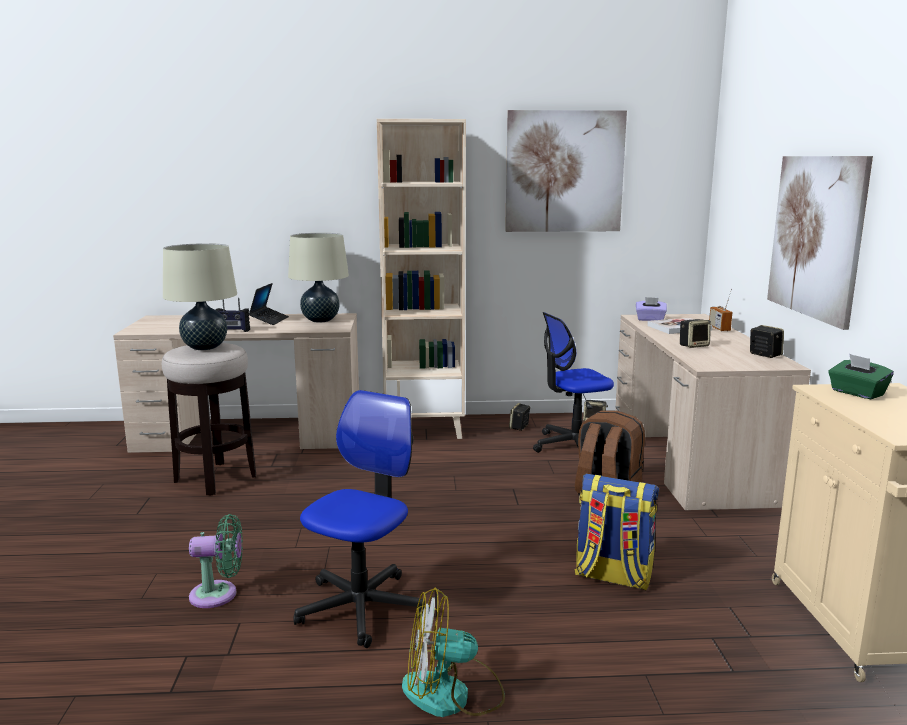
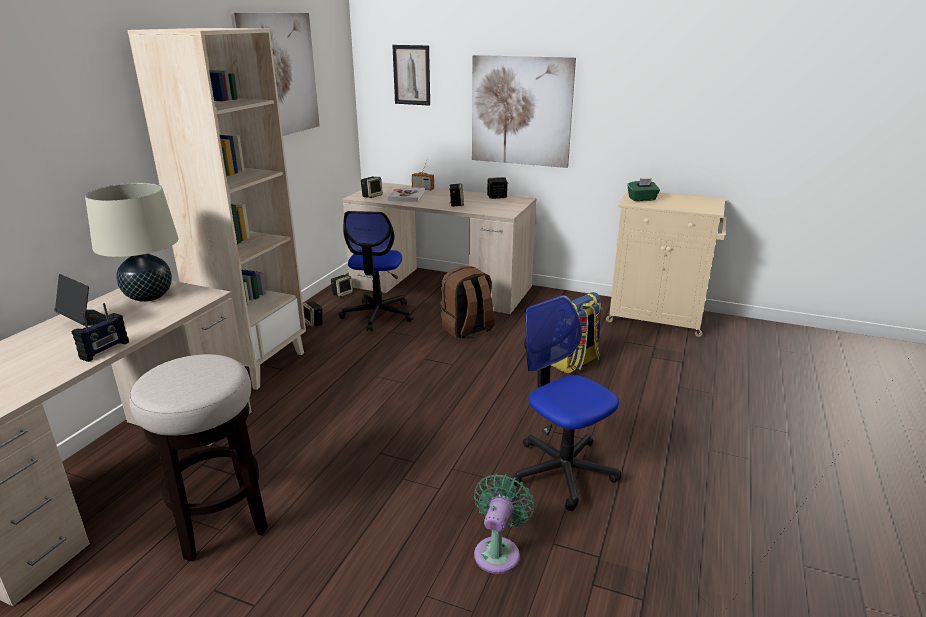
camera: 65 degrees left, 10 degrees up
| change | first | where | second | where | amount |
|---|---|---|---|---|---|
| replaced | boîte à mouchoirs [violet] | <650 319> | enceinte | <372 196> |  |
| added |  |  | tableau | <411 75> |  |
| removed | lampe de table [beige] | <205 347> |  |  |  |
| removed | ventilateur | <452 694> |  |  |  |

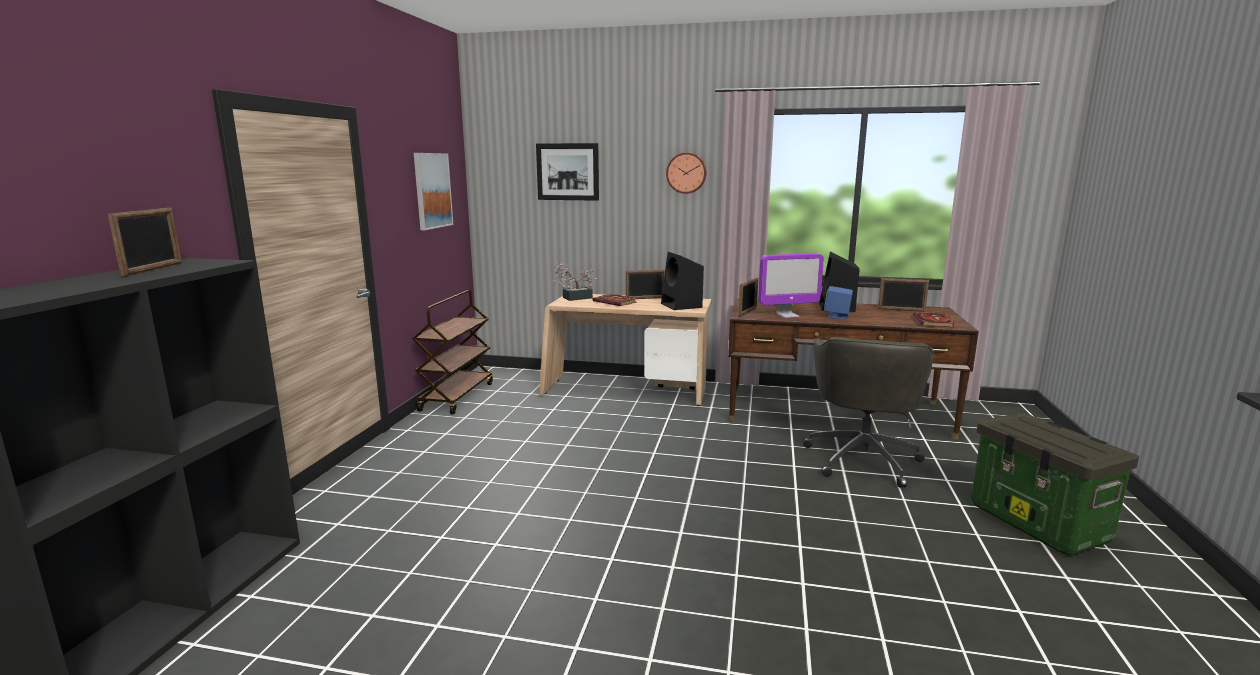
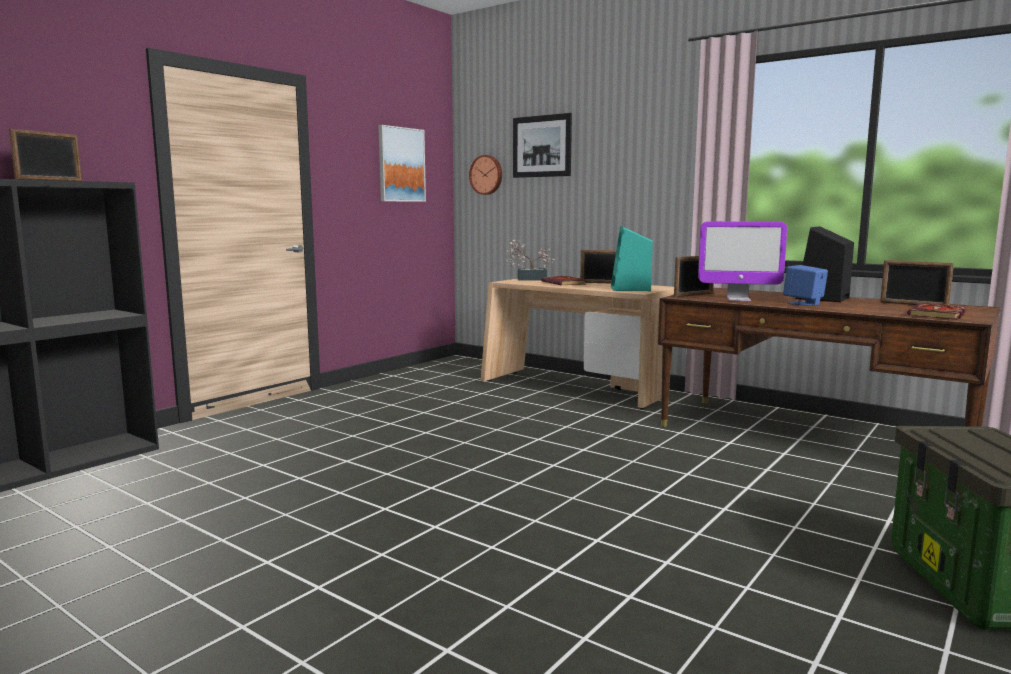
camera: 25 degrees right, 5 degrees down
| change | first | where | second | where | amount |
|---|---|---|---|---|---|
| moved | horloge murale | <686 173> |  | <486 175> |  |
| recoloured | enceinte [noir] | <682 306> | enceinte [turquoise] | <630 289> |  |
| removed | chariot [marron] | <457 396> |  |  |  |
| removed | chaise de bureau [gris] | <862 458> |  |  |  |

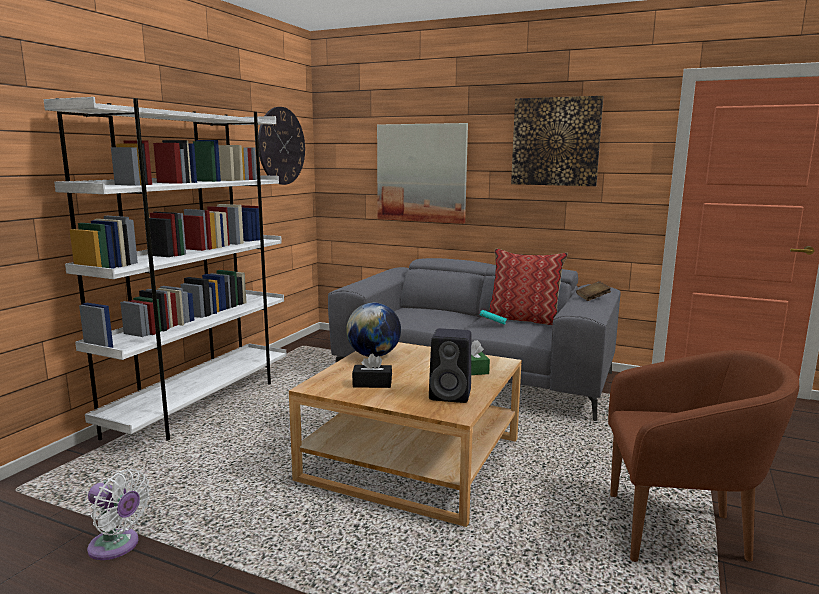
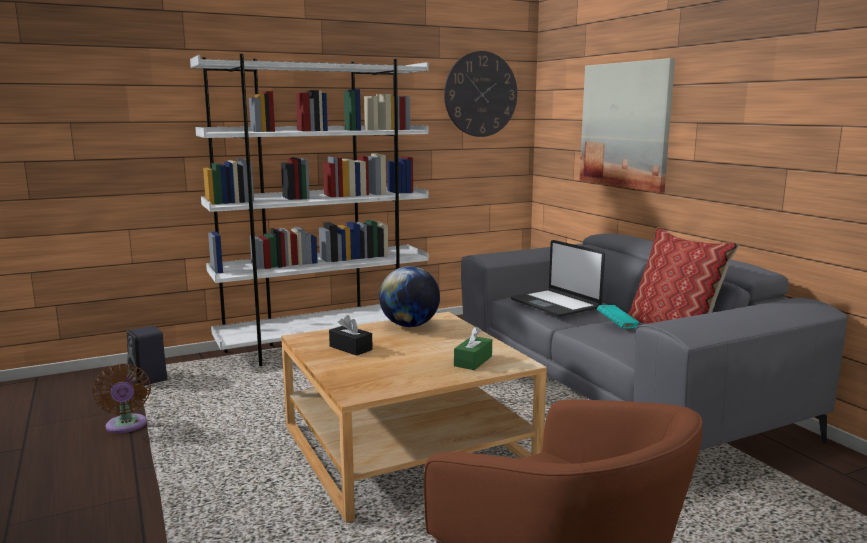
camera: 40 degrees right, 0 degrees up
| change | first | where | second | where | amount |
|---|---|---|---|---|---|
| recoloured | ventilateur [blanc] | <117 546> | ventilateur [marron] | <126 426> |  |
| moved | enceinte [noir] | <451 395> |  | <149 380> |  |
| added |  |  | ordinateur portable | <556 304> |  |
| removed | tableau | <555 142> |  |  |  |
| removed | livre [marron] | <593 298> |  |  |  |

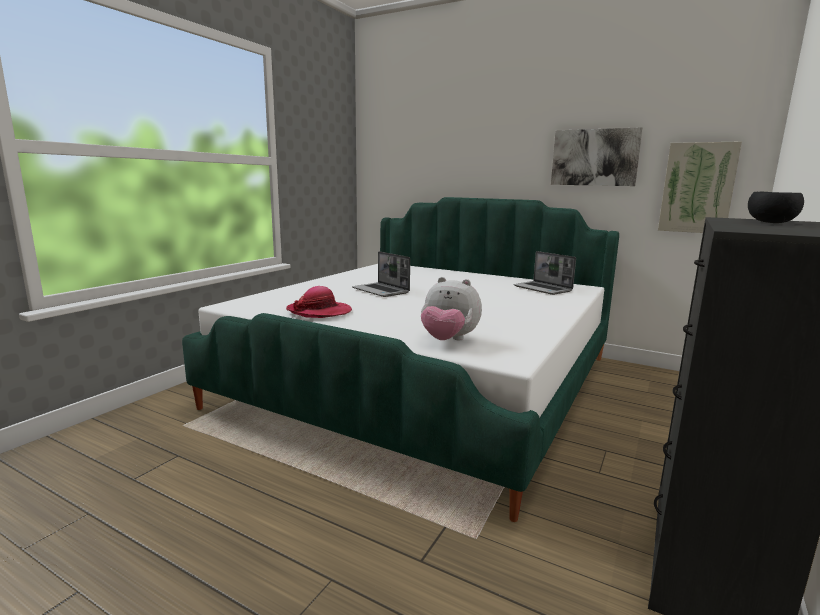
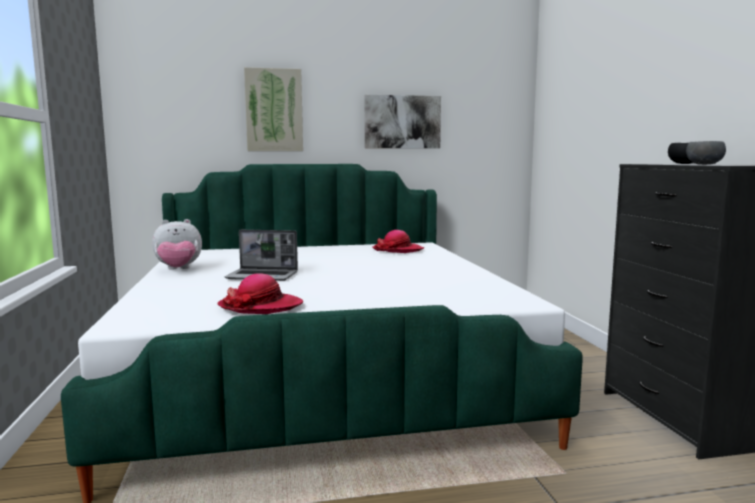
camera: 40 degrees left, 5 degrees down
| change | first | where | second | where | amount |
|---|---|---|---|---|---|
| moved | peluche | <448 340> |  | <178 269> |  |
| moved | tableau | <697 188> |  | <274 110> |  |
| replaced | ordinateur portable | <543 289> | chapeau | <397 250> |  |
| added |  |  | bol [gris] | <703 164> |  |

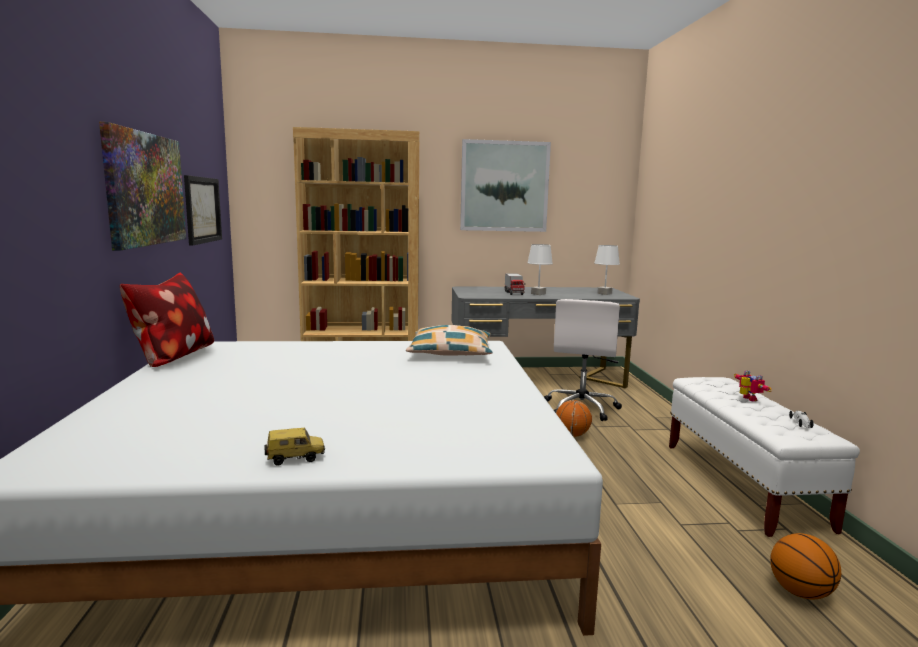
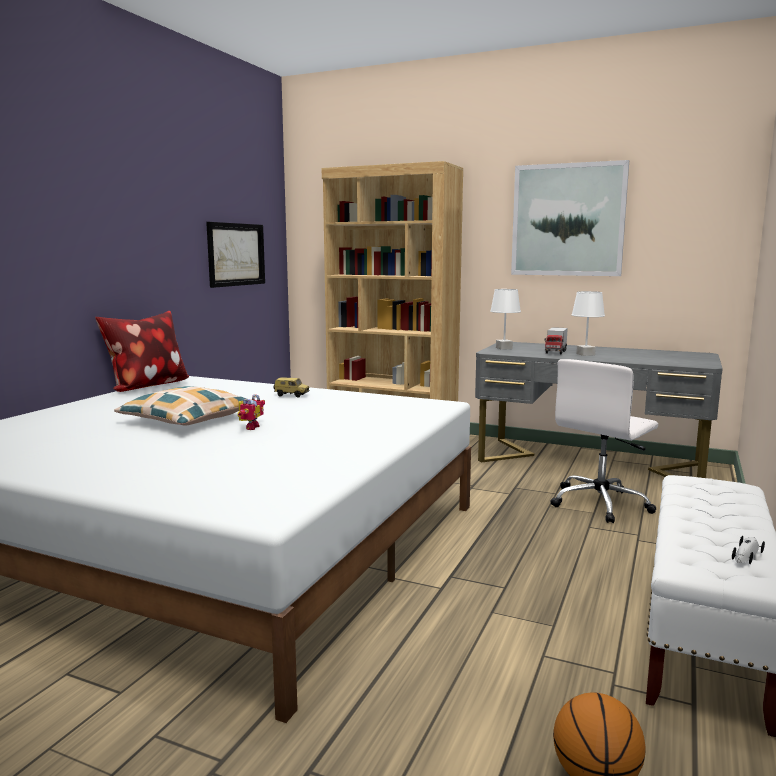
camera: 30 degrees right, 0 degrees up
| change | first | where | second | where | amount |
|---|---|---|---|---|---|
| moved | coussin | <450 352> |  | <187 420> |  |
| moved | robot jouet | <747 399> |  | <249 427> |  |
| moved | petite voiture | <295 458> |  | <292 395> |  |
| moved | lampe de table [blanc] | <604 293> |  | <503 348> |  |
| removed | tableau | <146 189> |  |  |  |
| removed | ballon de basket | <572 435> |  |  |  |

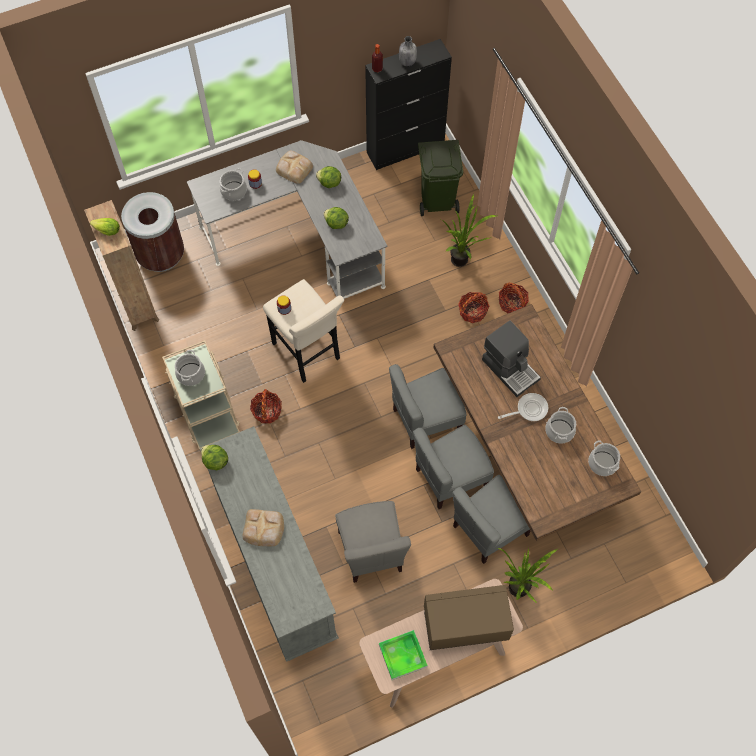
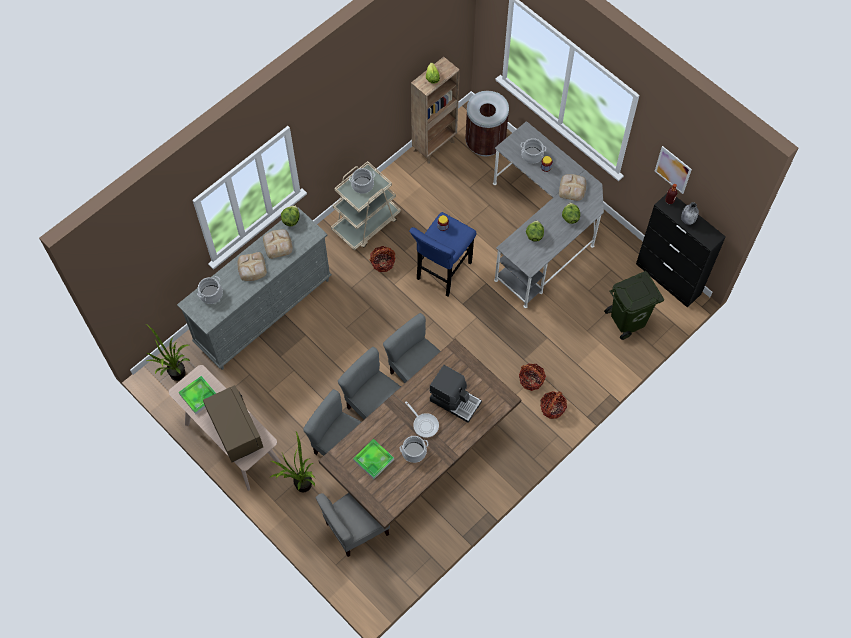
camera: 70 degrees right, 0 degrees up
| change | first | where | second | where | amount |
|---|---|---|---|---|---|
| moved | plante en pot | <462 262> |  | <176 377> |  |
| moved | marmite | <602 463> |  | <211 294> |  |
| added |  |  | pain | <278 244> |  |
| moved | chaise [gris] | <371 551> |  | <356 528> |  |
| added |  |  | plateau | <373 460> |  |
| recoloured | tabouret [beige] | <307 354> | tabouret [bleu] | <442 273> |  |
| turned | machine à café | <510 368> |  | <455 400> | 90 degrees counterclockwise |
| added |  |  | tableau | <673 169> |  |

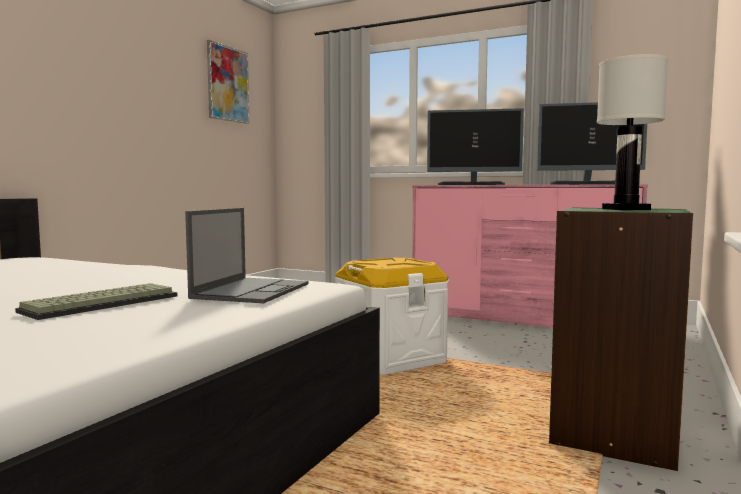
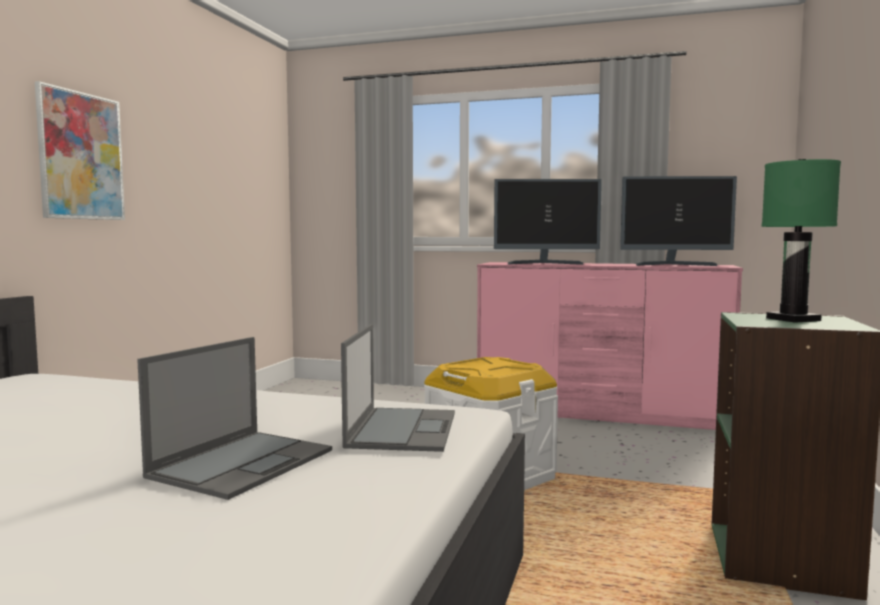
camera: 10 degrees left, 0 degrees up
| change | first | where | second | where | amount |
|---|---|---|---|---|---|
| moved | tableau | <227 84> |  | <81 156> |  |
| replaced | clavier | <102 303> | ordinateur portable | <243 463> |  |
| recoloured | lampe de table [blanc] | <625 209> | lampe de table [vert] | <793 319> |  |

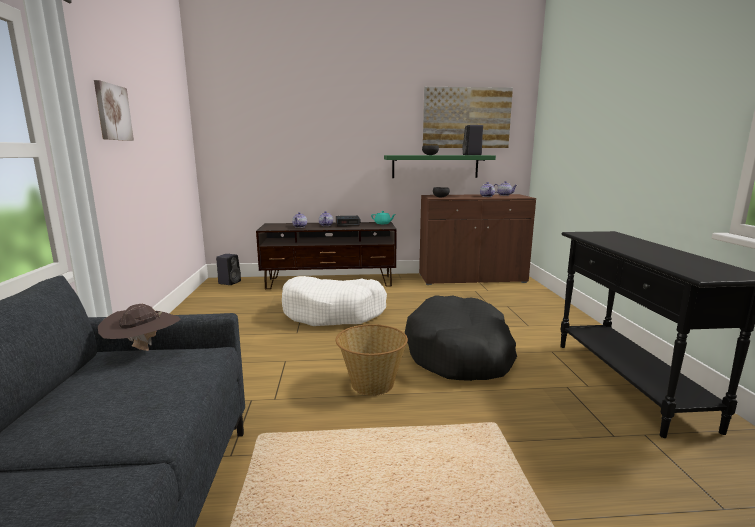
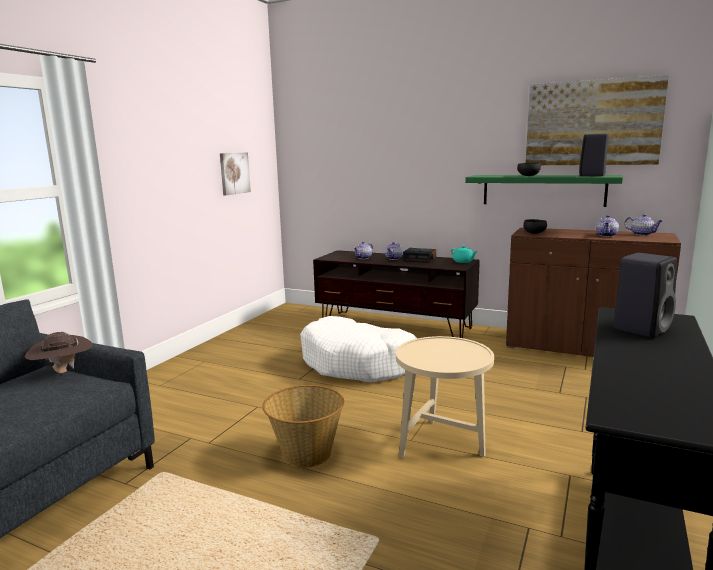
camera: 30 degrees right, 0 degrees up
| change | first | where | second | where | amount |
|---|---|---|---|---|---|
| moved | tableau | <112 112> |  | <234 173> |  |
| replaced | panier pour chien [noir] | <460 353> | table d'appoint [beige] | <442 444> |  |
| moved | enceinte [noir] | <230 282> |  | <641 328> |  |

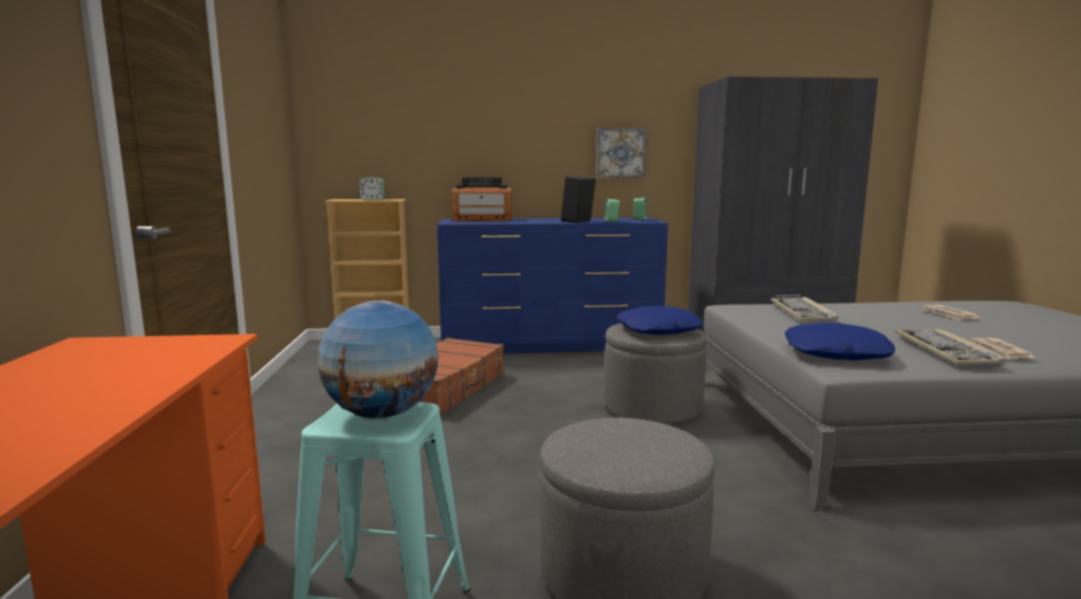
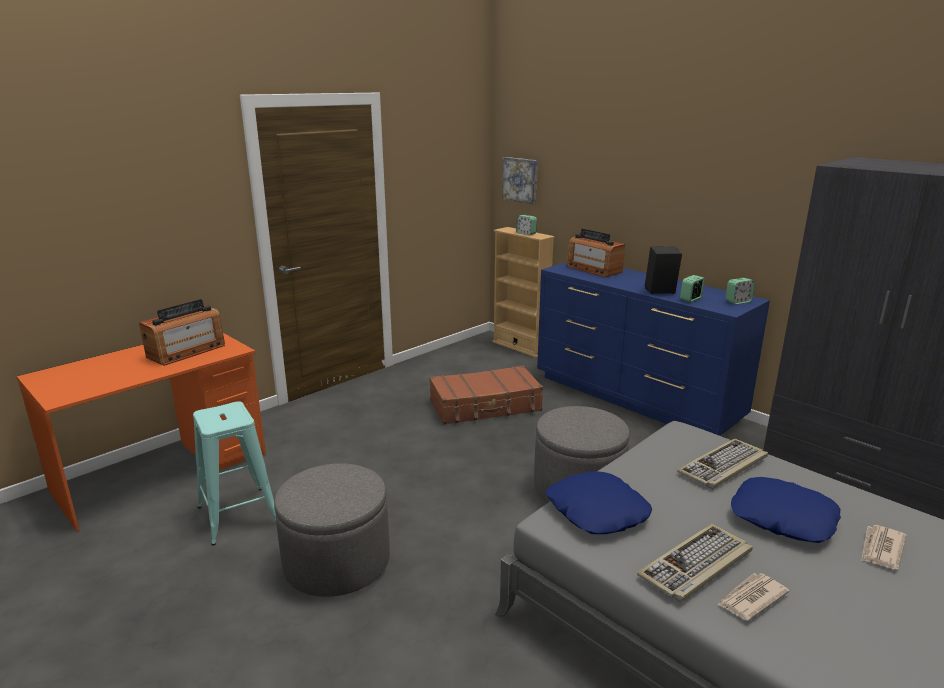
camera: 50 degrees right, 10 degrees up
| change | first | where | second | where | amount |
|---|---|---|---|---|---|
| added |  |  | radio | <186 351> |  |
| moved | tableau | <620 153> |  | <521 180> |  |
| moved | coussin [bleu] | <658 330> |  | <782 518> |  |
| removed | globe | <381 414> |  |  |  |

